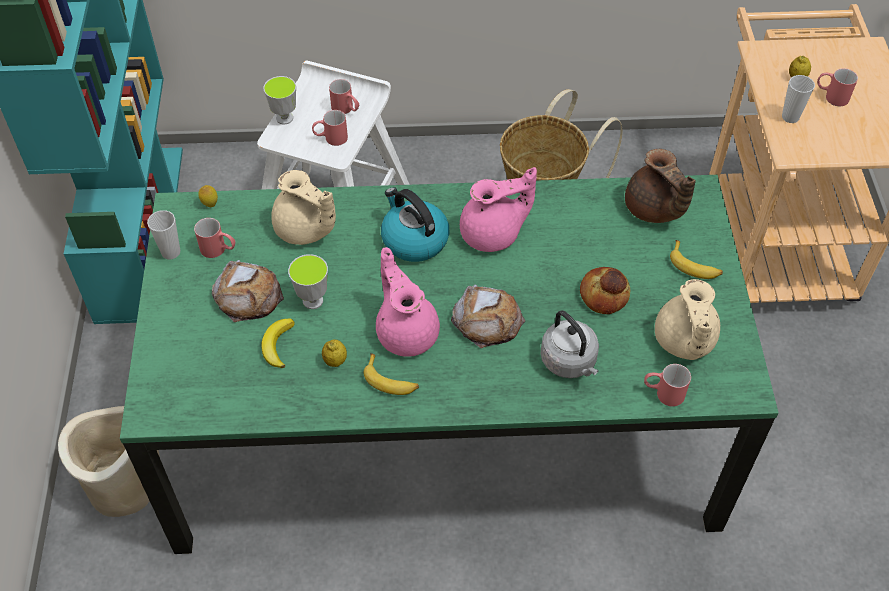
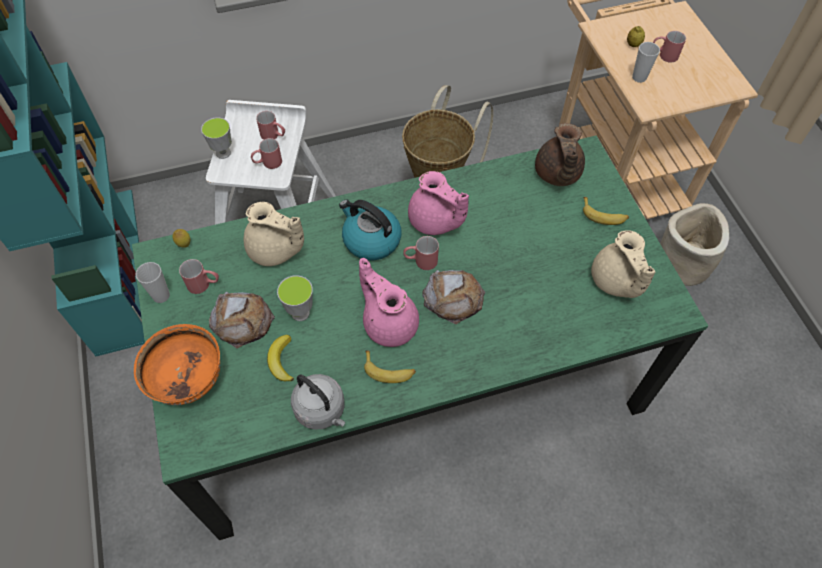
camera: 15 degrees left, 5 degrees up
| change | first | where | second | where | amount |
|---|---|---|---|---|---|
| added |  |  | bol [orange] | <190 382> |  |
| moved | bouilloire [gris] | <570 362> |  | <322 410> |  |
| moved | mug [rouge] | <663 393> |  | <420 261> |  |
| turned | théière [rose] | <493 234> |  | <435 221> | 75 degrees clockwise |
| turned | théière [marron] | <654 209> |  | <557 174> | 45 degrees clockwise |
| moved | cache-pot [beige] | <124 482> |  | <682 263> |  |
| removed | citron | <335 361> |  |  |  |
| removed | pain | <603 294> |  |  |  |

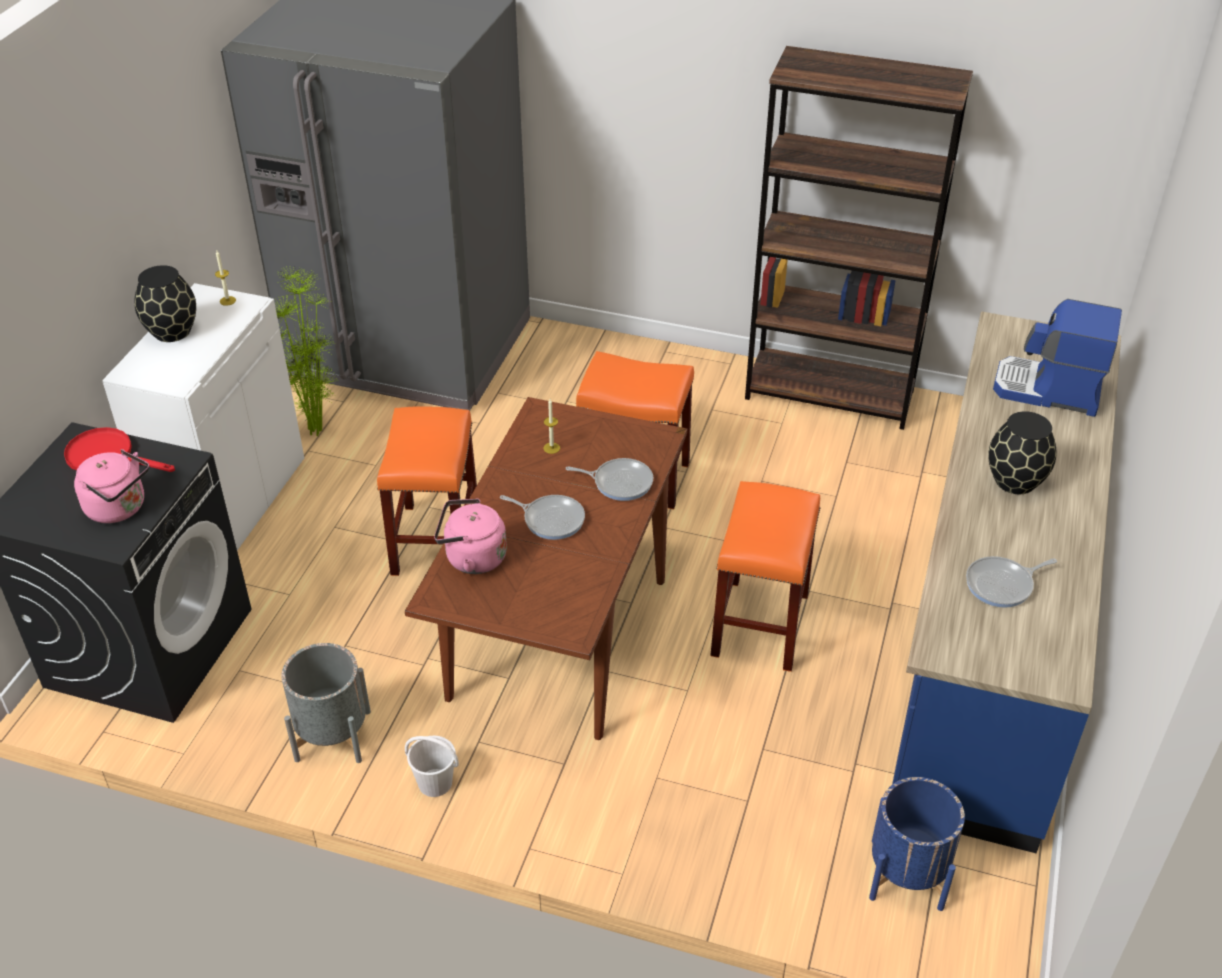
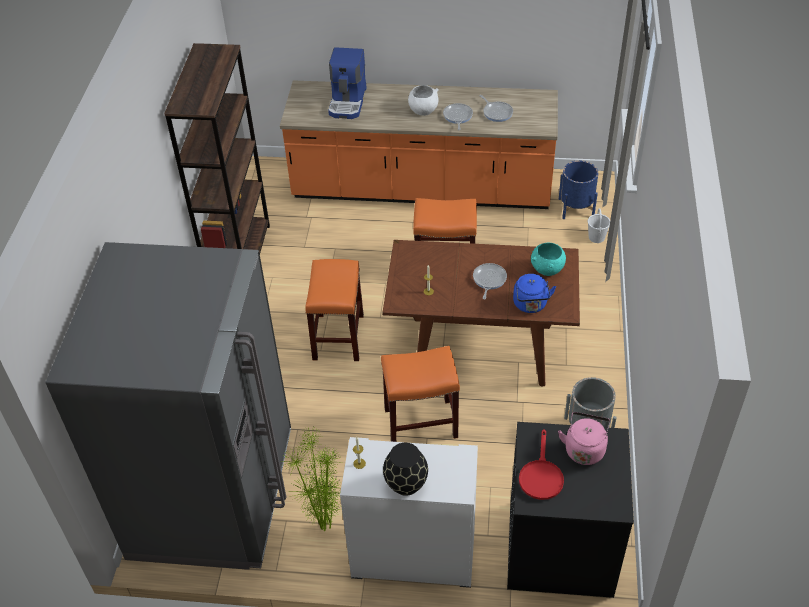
camera: 100 degrees left, 5 degrees up
| change | first | where | second | where | amount |
|---|---|---|---|---|---|
| recoloured | comptoir de cuisine [bleu] | <988 628> | comptoir de cuisine [orange] | <422 189> |  |
| replaced | vase [noir] | <1014 480> | bol [blanc] | <423 110> |  |
| moved | poêle | <619 482> |  | <457 117> |  |
| recoloured | bouilloire [rose] | <472 558> | bouilloire [bleu] | <530 305> |  |
| added |  |  | bol [turquoise] | <547 270> |  |
| moved | seau [blanc] | <434 783> |  | <596 237> |  |

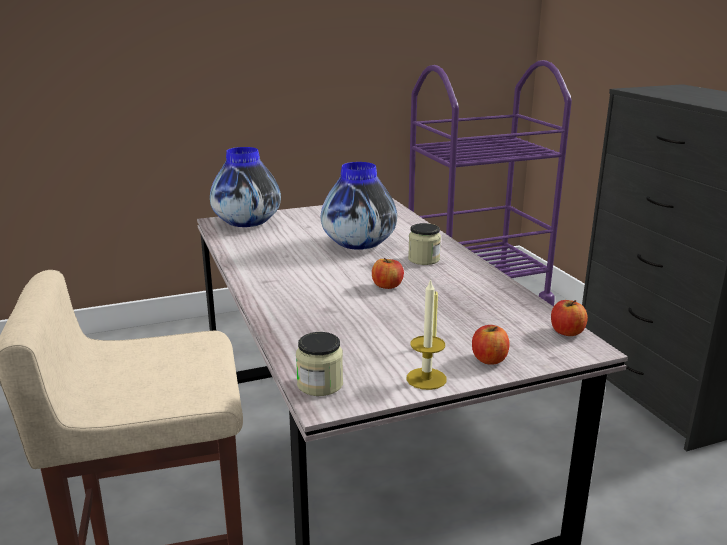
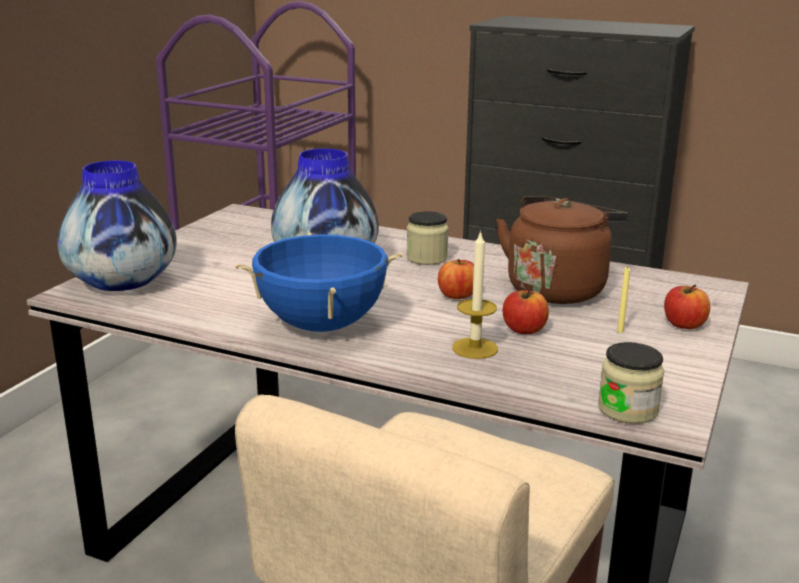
camera: 45 degrees left, 0 degrees up
| change | first | where | second | where | amount |
|---|---|---|---|---|---|
| added |  |  | marmite [bleu] | <322 325> |  |
| moved | bougie | <426 378> |  | <475 348> |  |
| added |  |  | bouilloire [marron] | <558 288> |  |
| moved | pomme | <566 332> |  | <524 330> |  |

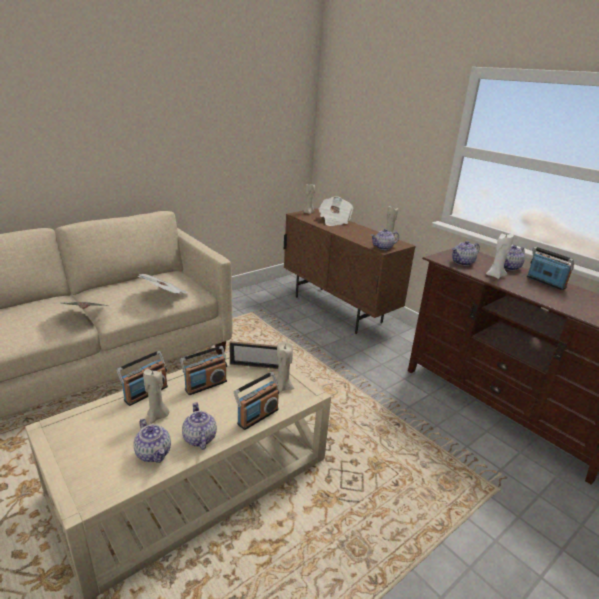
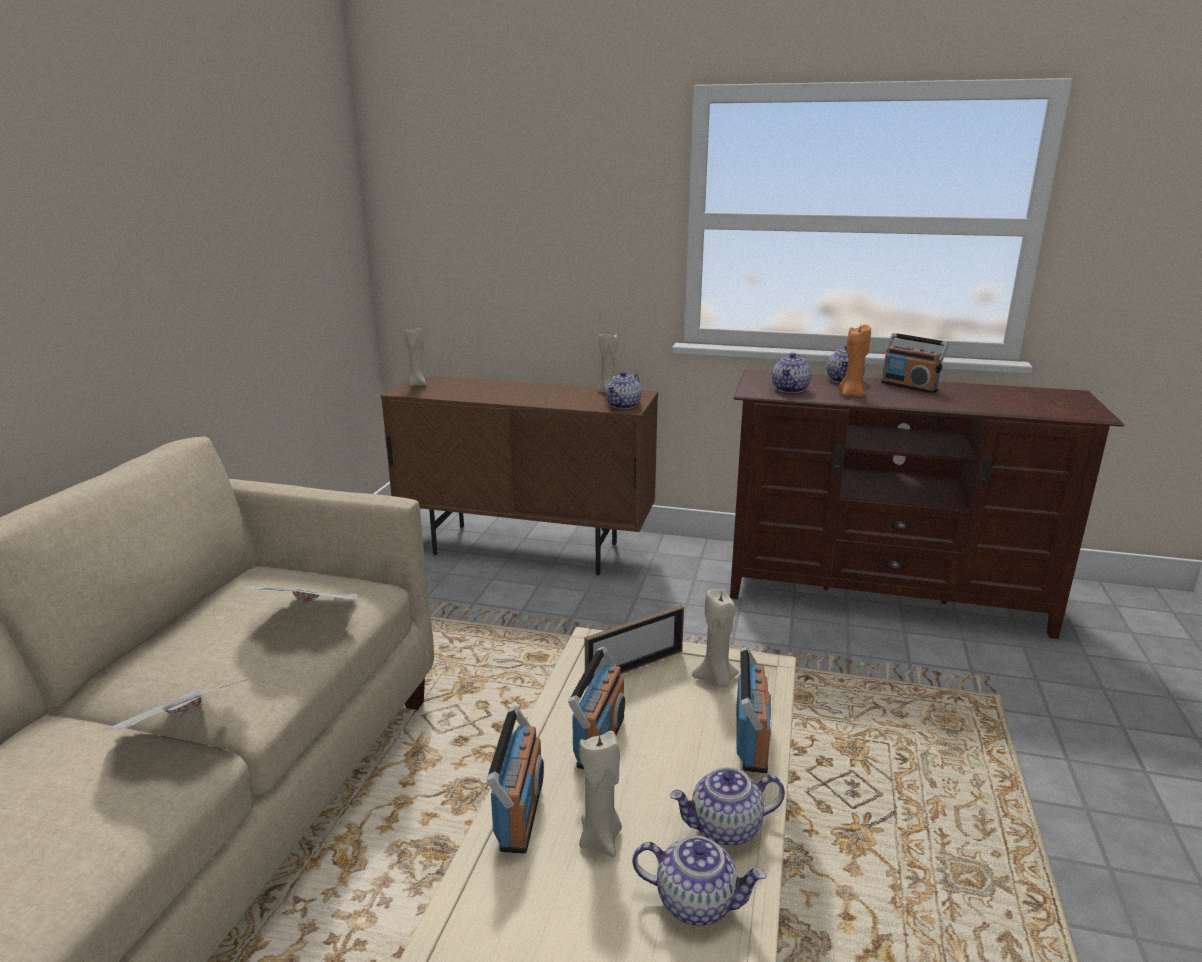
camera: 35 degrees left, 5 degrees down
| change | first | where | second | where | amount |
|---|---|---|---|---|---|
| turned | théière | <199 438> |  | <725 829> | 45 degrees counterclockwise |
| recoloured | bougie [blanc] | <495 275> | bougie [orange] | <851 394> |  |
| turned | radio | <545 282> |  | <909 386> | 150 degrees counterclockwise |
| removed | journal | <334 221> |  |  |  |

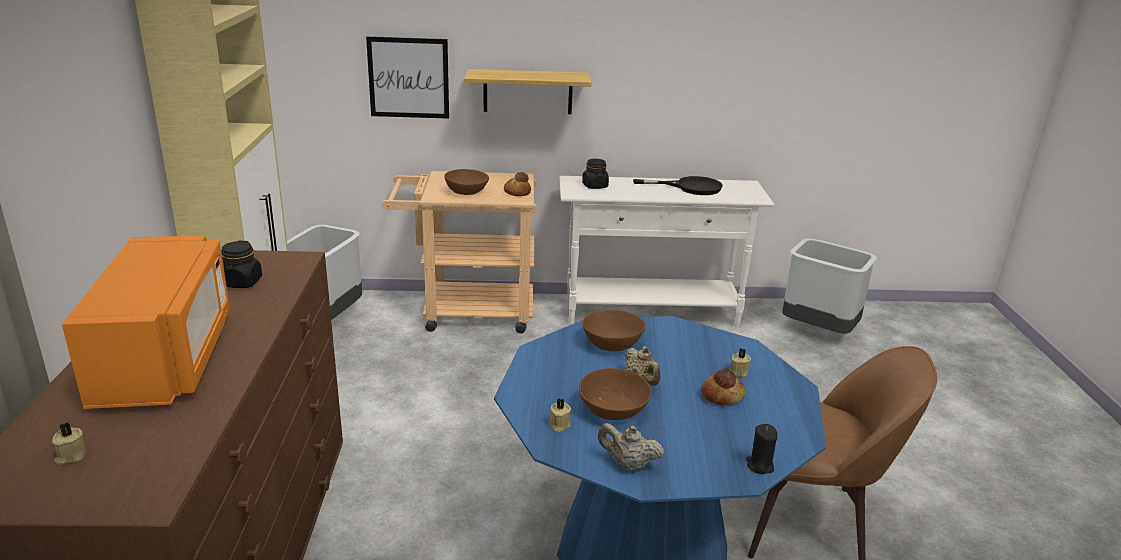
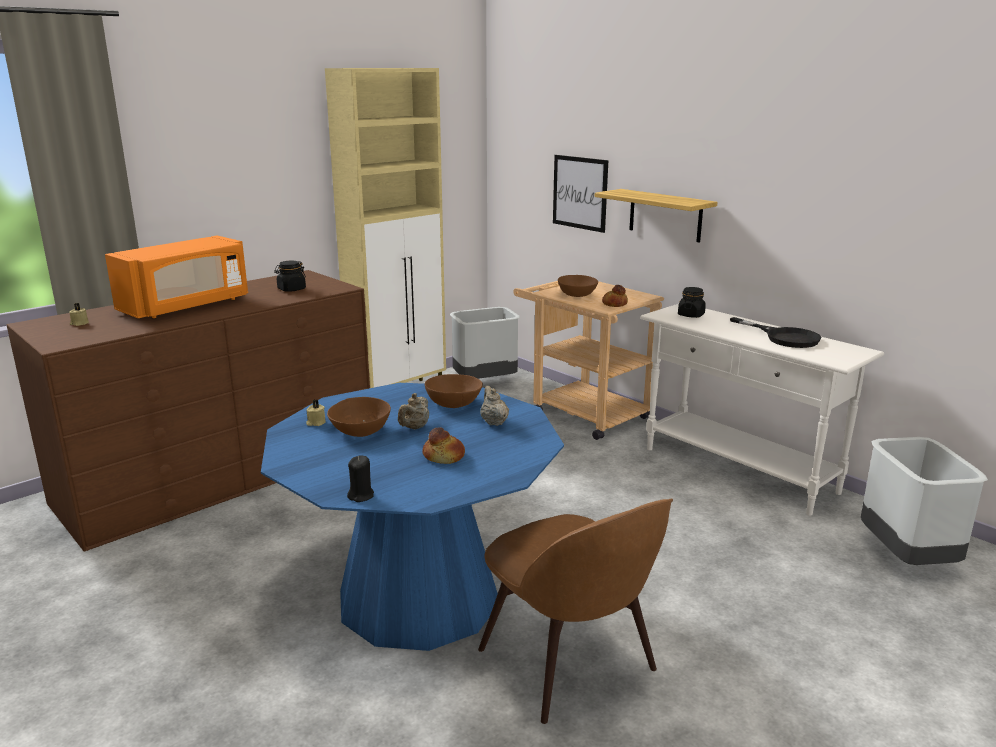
camera: 50 degrees right, 5 degrees down
| change | first | where | second | where | amount |
|---|---|---|---|---|---|
| moved | théière [beige] | <628 464> |  | <493 422> |  |
| removed | bougie [beige] | <737 372> |  |  |  |

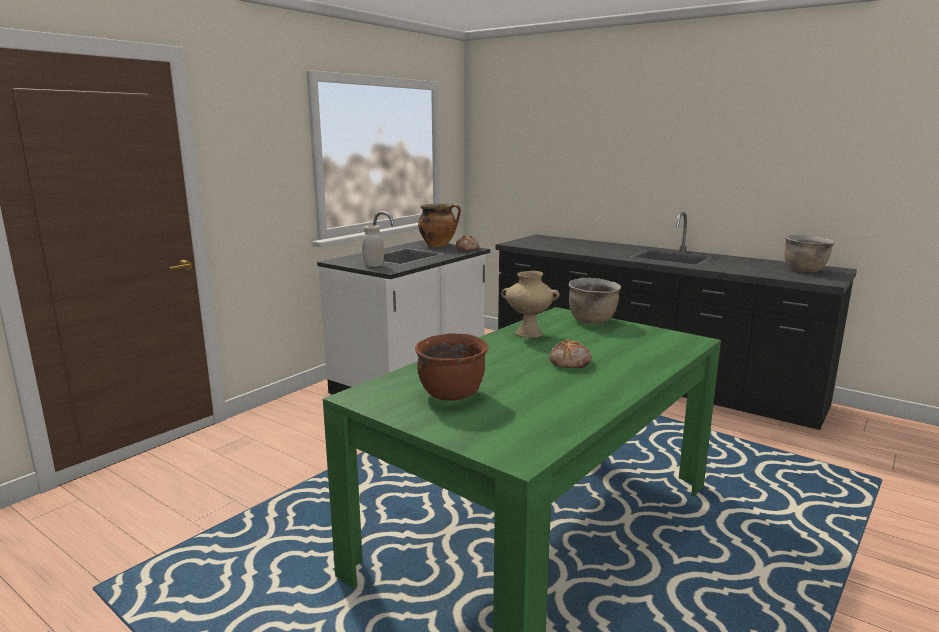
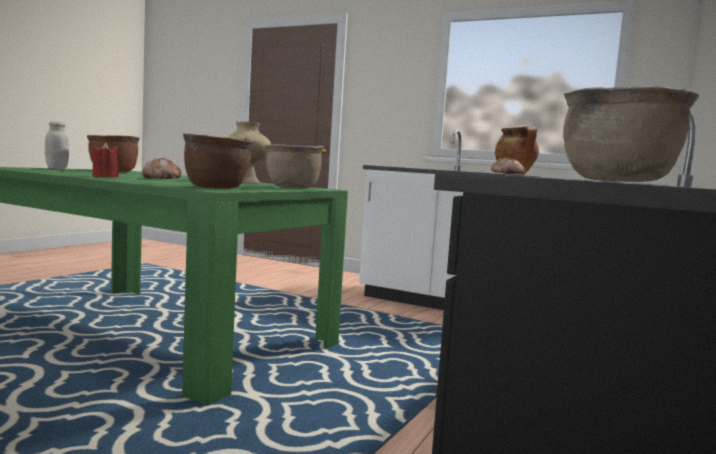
camera: 80 degrees right, 10 degrees down
| change | first | where | second | where | amount |
|---|---|---|---|---|---|
| moved | bocal [blanc] | <373 266> |  | <56 168> |  |
| added |  |  | bougie [rouge] | <105 177> |  |
| added |  |  | marmite [marron] | <216 188> |  |

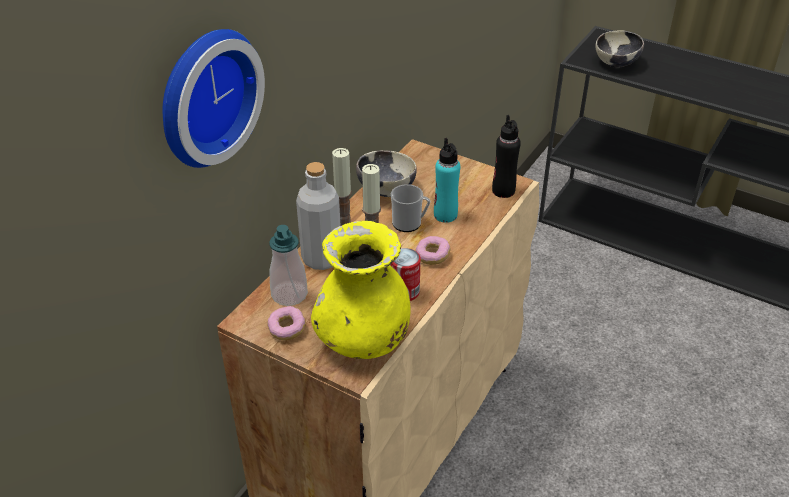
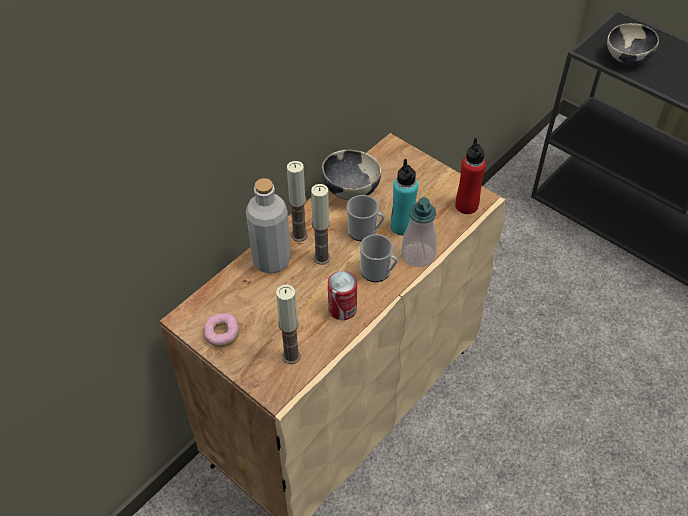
camera: 10 degrees right, 10 degrees up
| change | first | where | second | where | amount |
|---|---|---|---|---|---|
| replaced | vase [jaune] | <363 339> | bougie | <291 356> |  |
| replaced | beignet | <432 256> | mug | <378 272> |  |
| moved | distributeur de savon | <289 294> |  | <418 255> |  |
| recoloured | bouteille [noir] | <503 191> | bouteille [rouge] | <466 205> |  |
| removed | horloge murale | <203 96> |  |  |  |

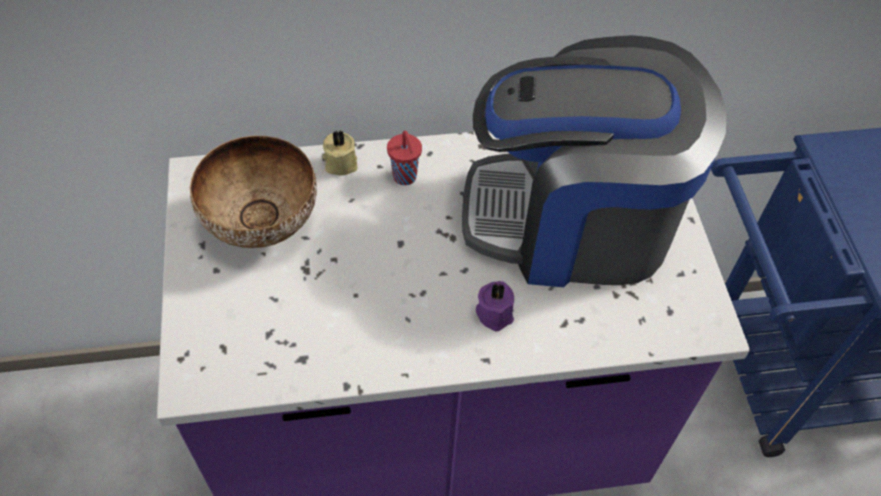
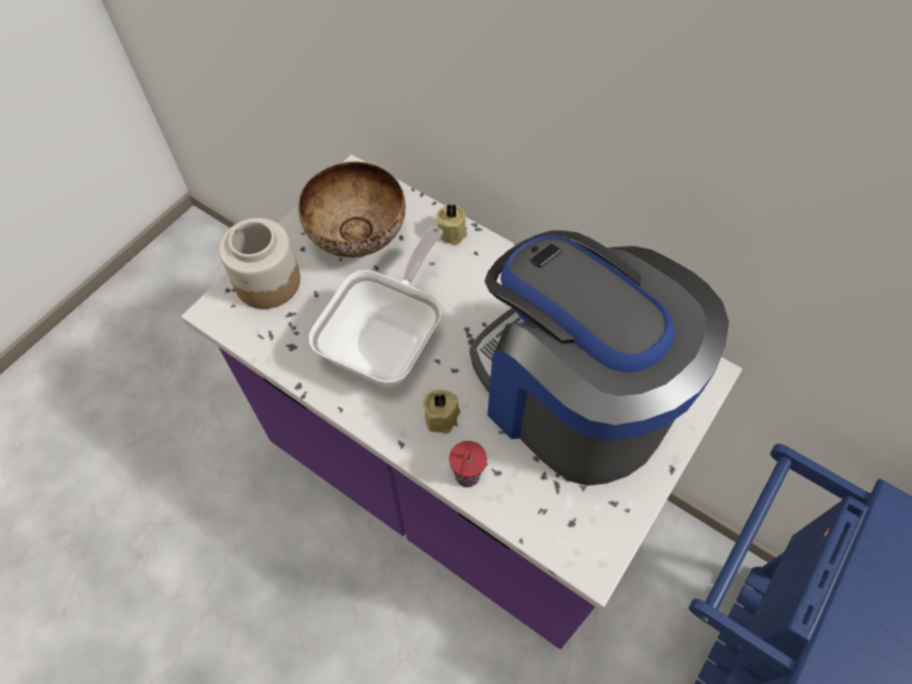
camera: 45 degrees right, 5 degrees up
| change | first | where | second | where | amount |
|---|---|---|---|---|---|
| added |  |  | bocal | <267 282> |  |
| added |  |  | poêle | <389 340> |  |
| recoloured | bougie [violet] | <495 312> | bougie [beige] | <442 417> |  |
| moved | tasse [rouge] | <405 178> |  | <466 477> |  |

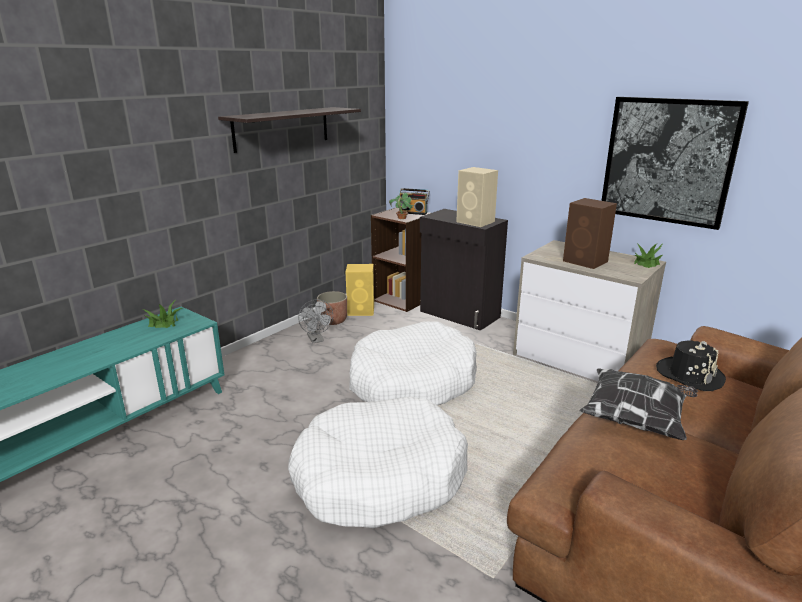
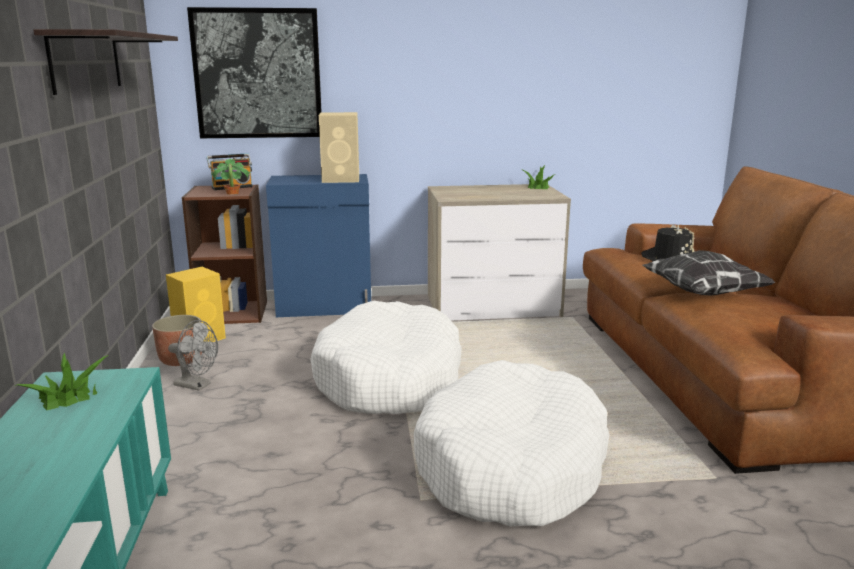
camera: 45 degrees left, 5 degrees down
| change | first | where | second | where | amount |
|---|---|---|---|---|---|
| moved | tableau | <667 161> |  | <257 74> |  |
| recoloured | meuble de rangement [noir] | <459 314> | meuble de rangement [bleu] | <325 307> |  |
| removed | enceinte [marron] | <586 261> |  |  |  |

